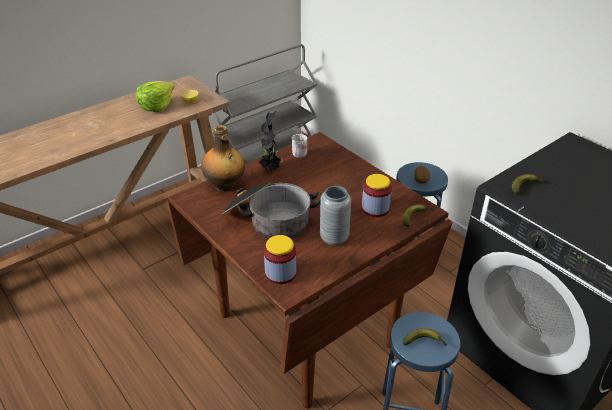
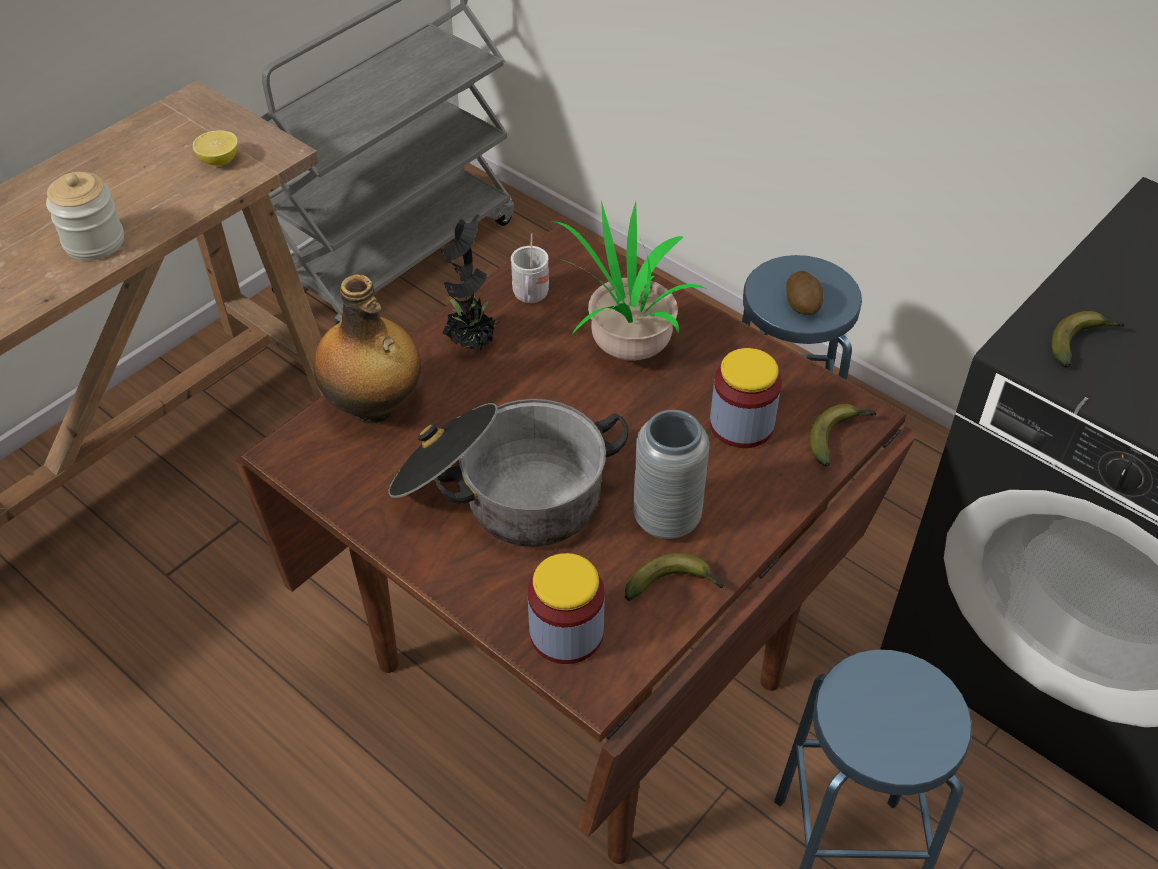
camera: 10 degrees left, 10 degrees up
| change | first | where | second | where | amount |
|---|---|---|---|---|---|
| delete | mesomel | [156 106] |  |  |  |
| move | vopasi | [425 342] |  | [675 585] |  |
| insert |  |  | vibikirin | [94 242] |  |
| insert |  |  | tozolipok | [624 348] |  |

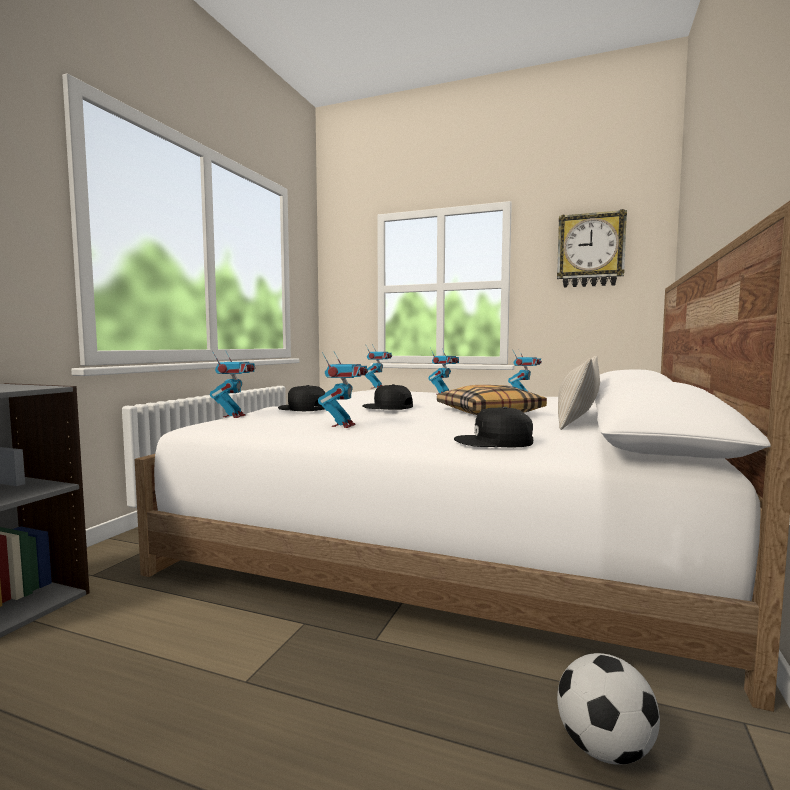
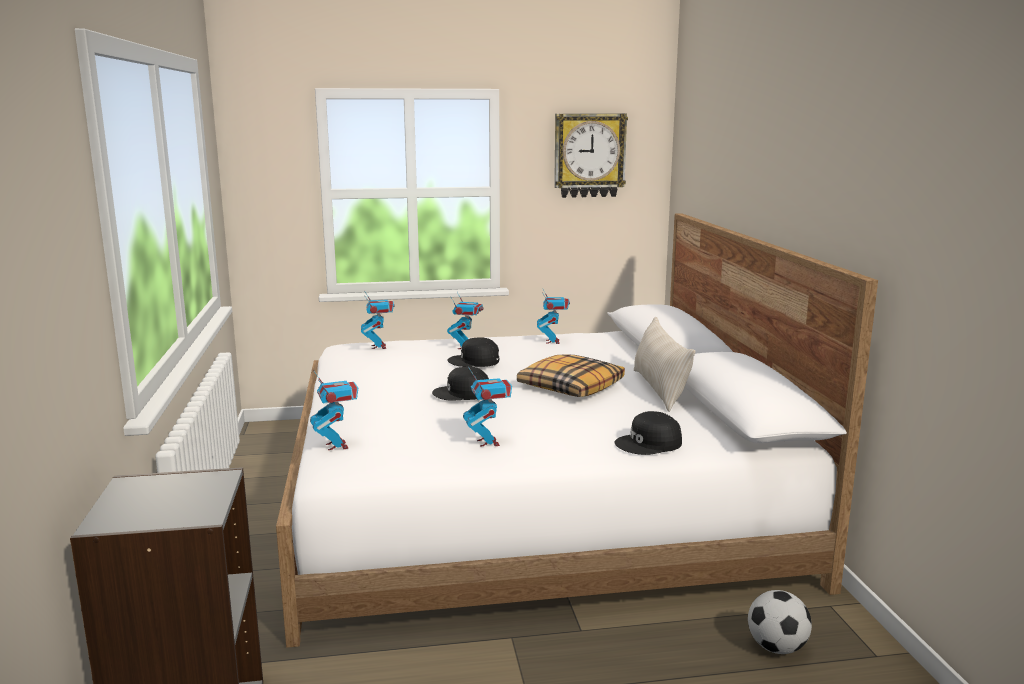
camera: 30 degrees left, 10 degrees up
| change | first | where | second | where | amount |
|---|---|---|---|---|---|
| move | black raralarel | [302 408] |  | [474 361] |  |

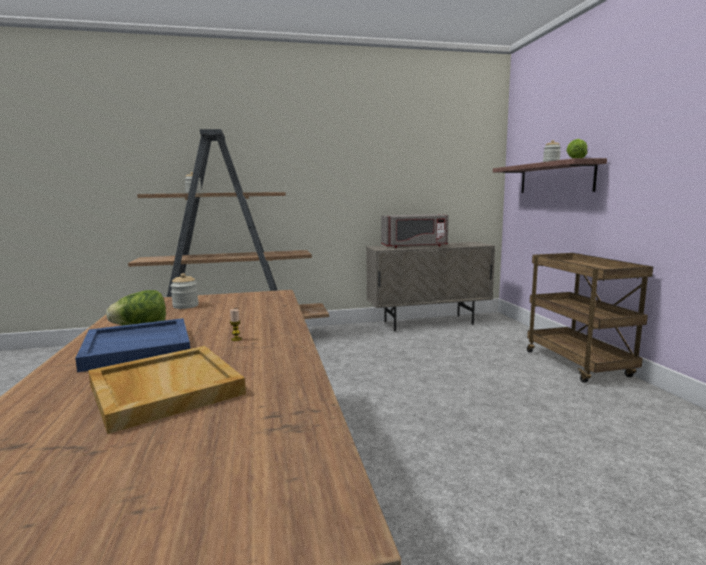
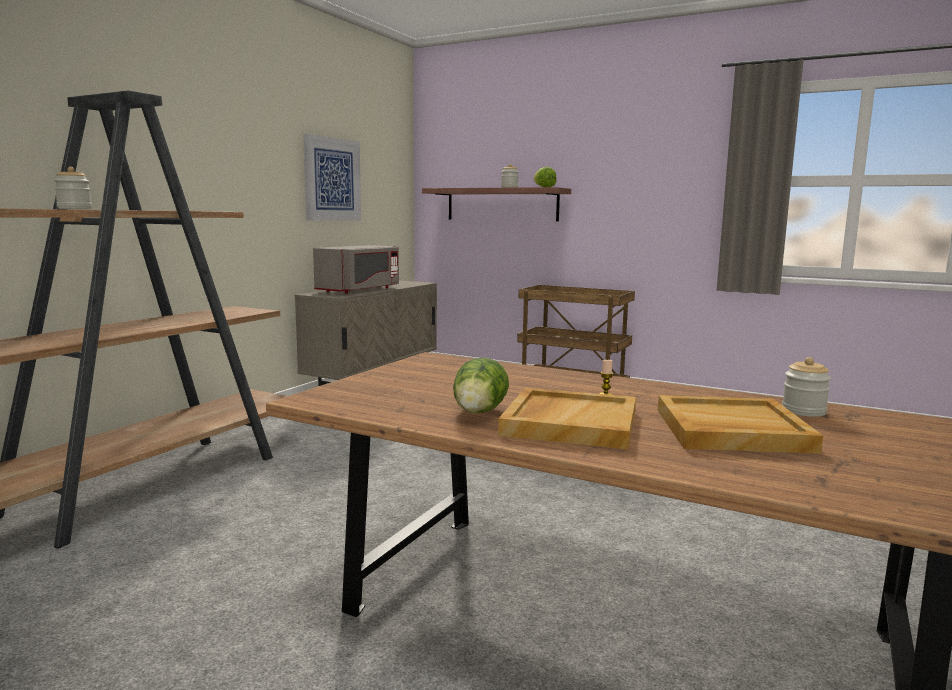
camera: 50 degrees left, 0 degrees up
| change | first | where | second | where | amount |
|---|---|---|---|---|---|
| move | vibikirin | [185 306] |  | [803 411] |  |
| recolor | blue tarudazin | [139 347] | beige tarudazin | [569 422] |  |
| insert |  |  | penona | [332 179] |  |

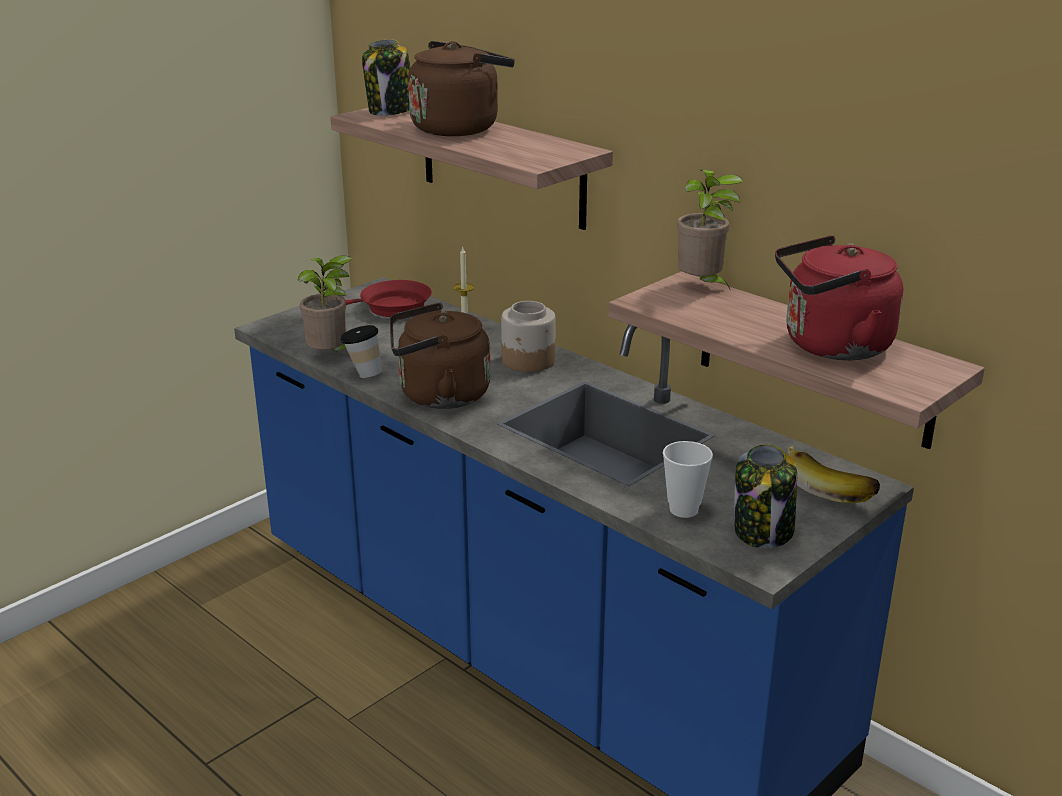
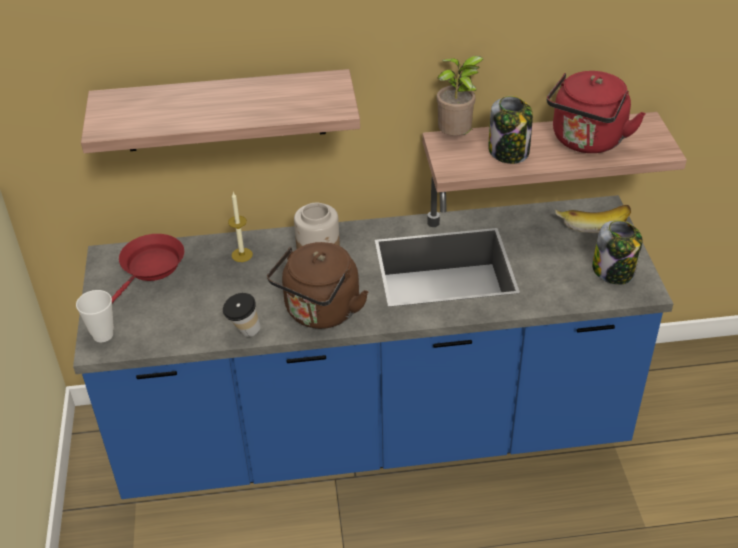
camera: 50 degrees left, 15 degrees up
| change | first | where | second | where | amount |
|---|---|---|---|---|---|
| move | vibikirin | [391 111] |  | [509 152] |  |
| delete | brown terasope | [459 128] |  |  |  |
| delete | tozolipok | [330 356] |  |  |  |
| move | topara | [683 510] |  | [103 335] |  |

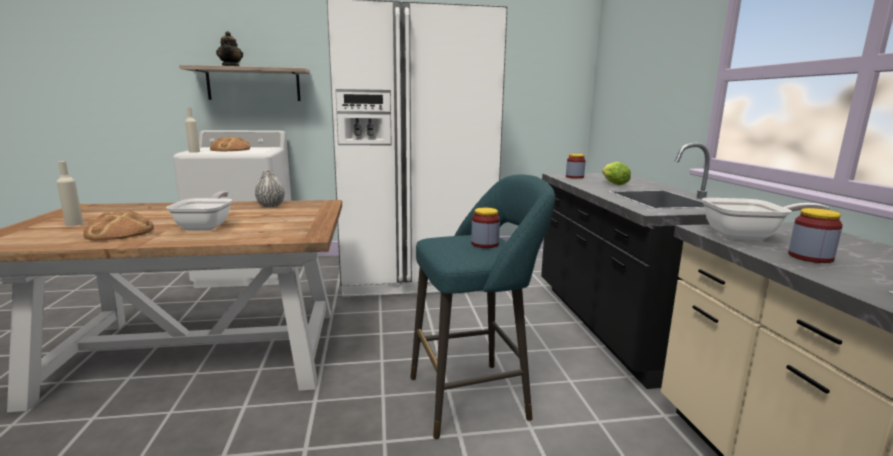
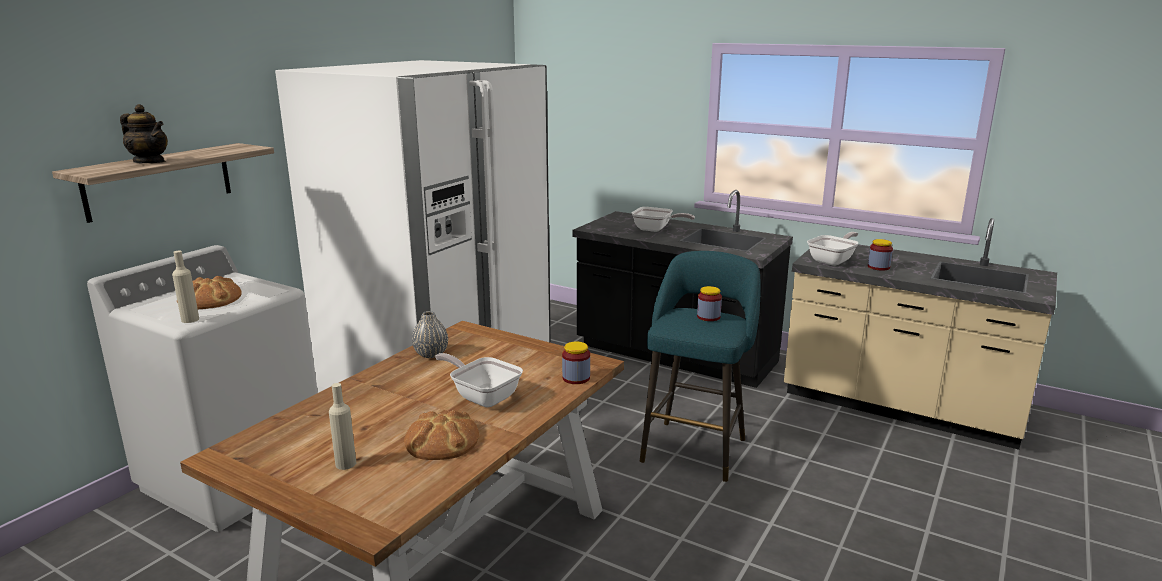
camera: 50 degrees left, 5 degrees up
| change | first | where | second | where | amount |
|---|---|---|---|---|---|
| move | vibikirin | [574 177] |  | [576 378] |  |
| replace | mesomel | [613 184] | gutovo | [656 230] |  |

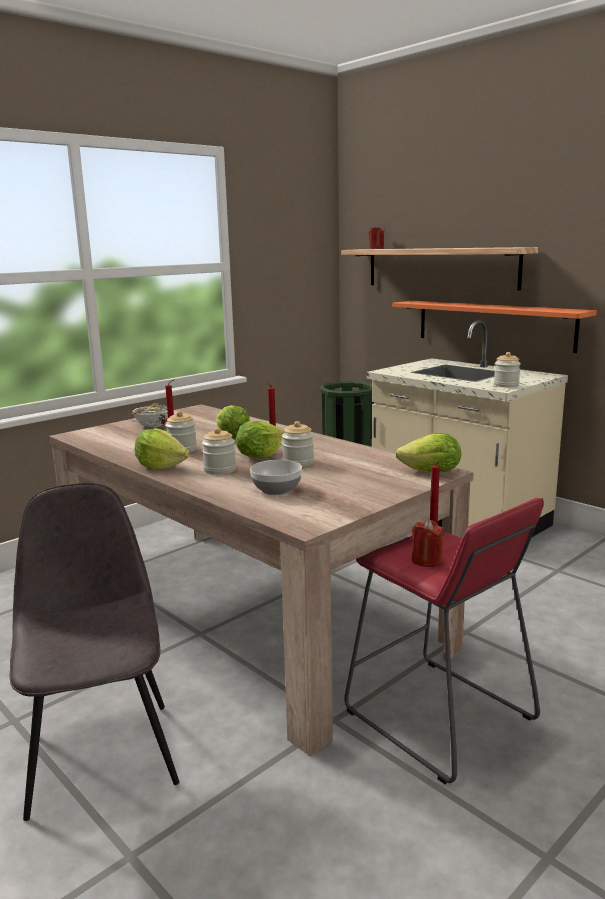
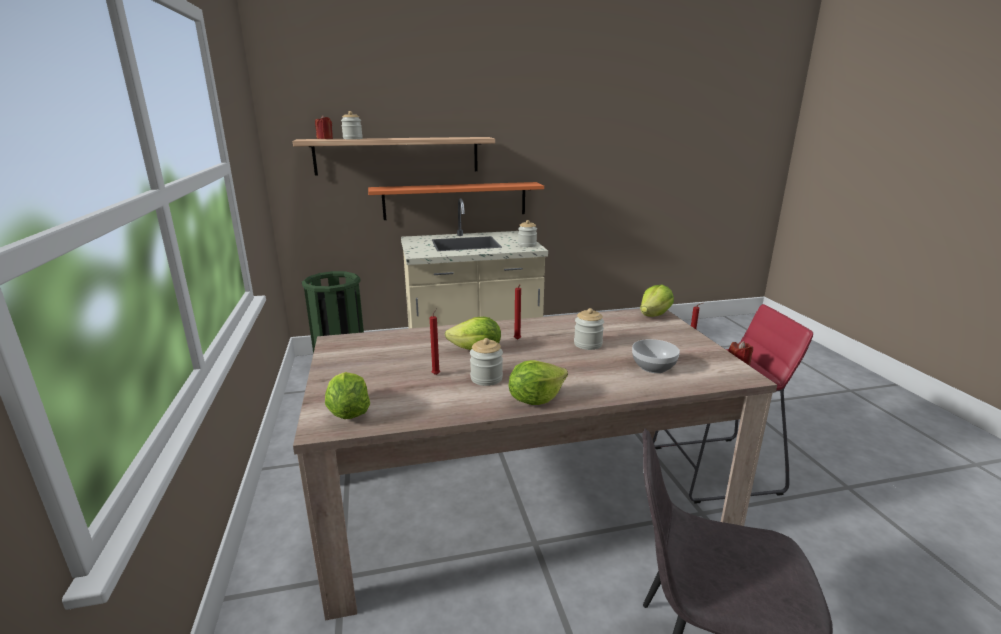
camera: 60 degrees left, 5 degrees up
| change | first | where | second | where | amount |
|---|---|---|---|---|---|
| delete | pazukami | [153 425] |  |  |  |
| move | mesomel | [259 456] |  | [348 412] |  |
| move | vibikirin | [220 470] |  | [352 139] |  |

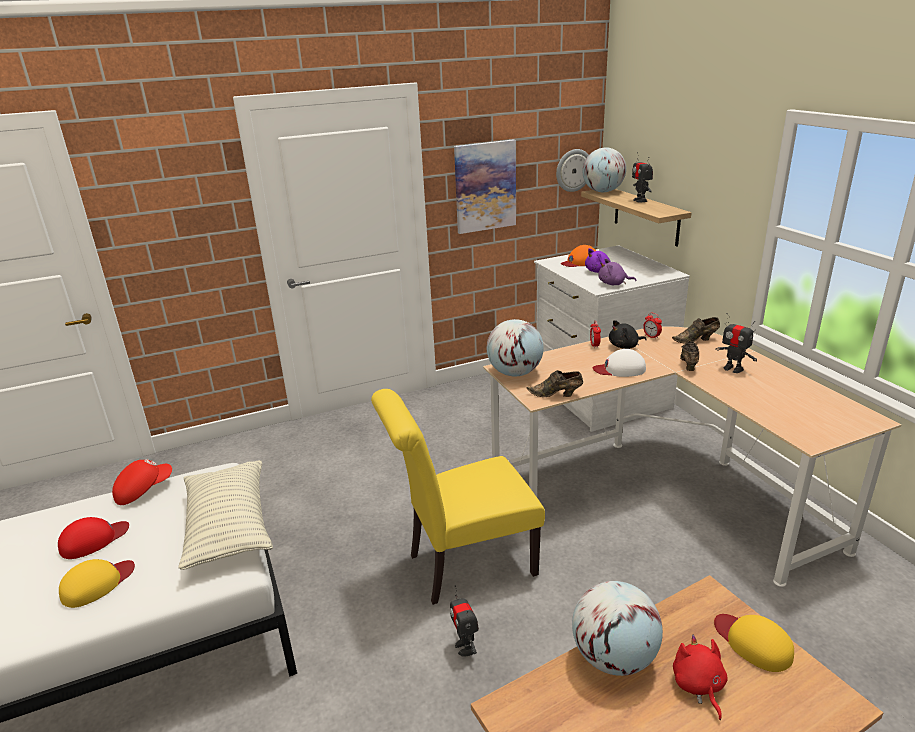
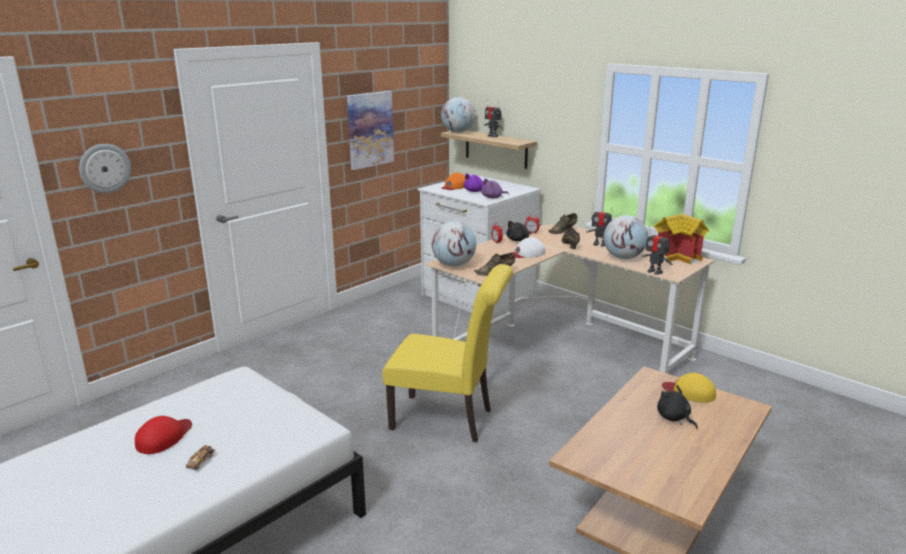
camera: 25 degrees left, 5 degrees down
| change | first | where | second | where | amount |
|---|---|---|---|---|---|
| move | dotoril | [573 170] |  | [104 168] |  |
| rotate | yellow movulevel | [464 566] |  | [448 419] | 120 degrees counterclockwise |
| delete | red raralarel | [143 490] |  |  |  |
| delete | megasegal | [229 527] |  |  |  |
| replace | yellow raralarel | [97 584] | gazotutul | [201 462] |  |
| move | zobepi | [613 657] |  | [623 257] |  |
| move | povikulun | [465 647] |  | [654 272] |  |
| recolor | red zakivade | [698 686] | black zakivade | [674 418] |  |
| insert |  |  | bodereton | [678 257] |  |

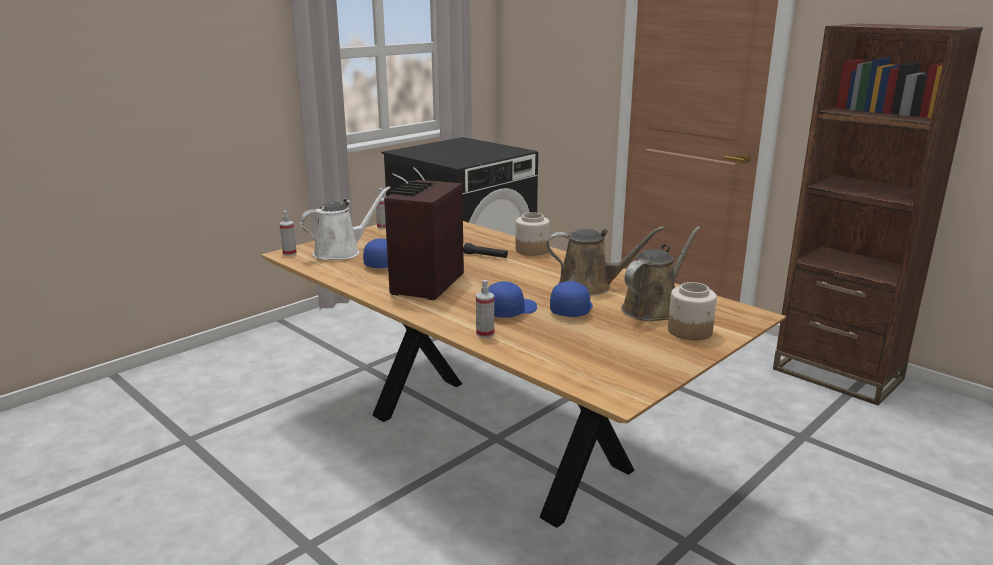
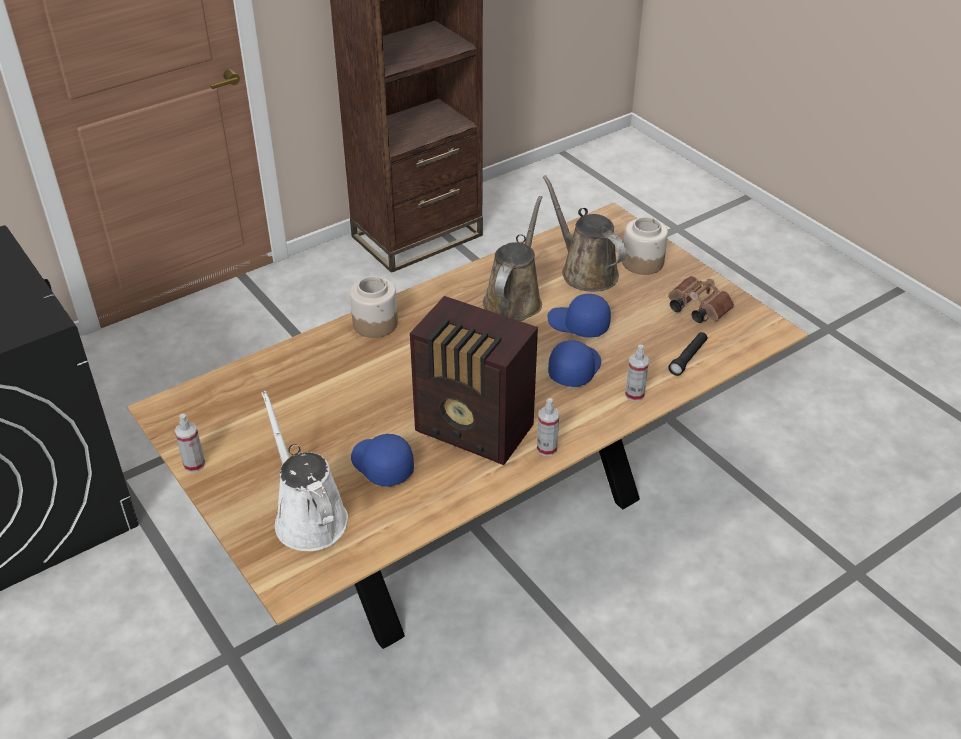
camera: 80 degrees left, 20 degrees up
| change | first | where | second | where | amount |
|---|---|---|---|---|---|
| move | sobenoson | [289 253] |  | [547 448] |  |
| move | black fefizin | [485 256] |  | [688 358] |  |
| rotate | blue raralarel | [510 310] |  | [574 369] | 60 degrees clockwise |
| insert |  |  | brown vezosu | [695 309] |  |

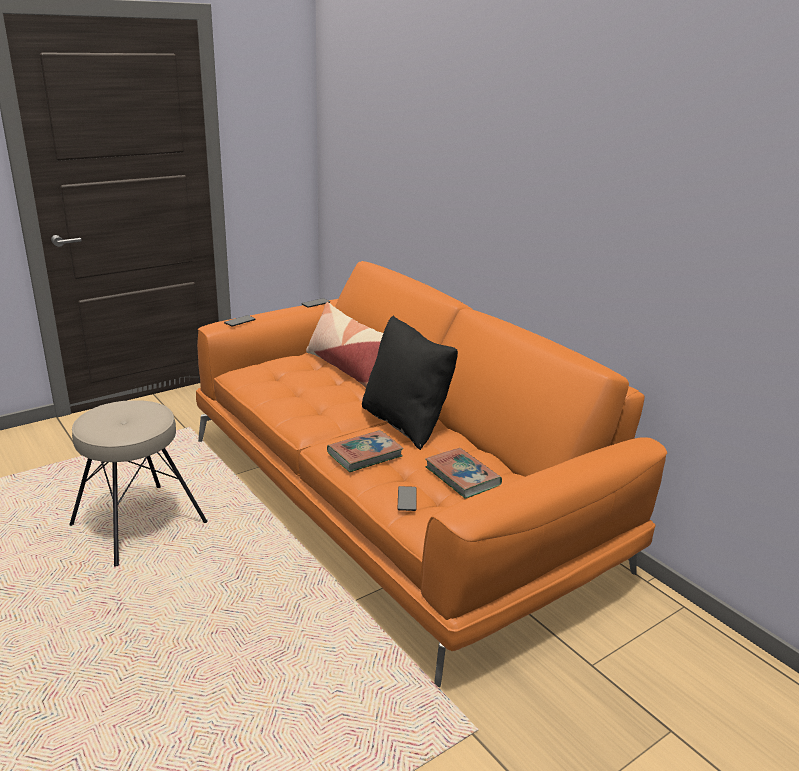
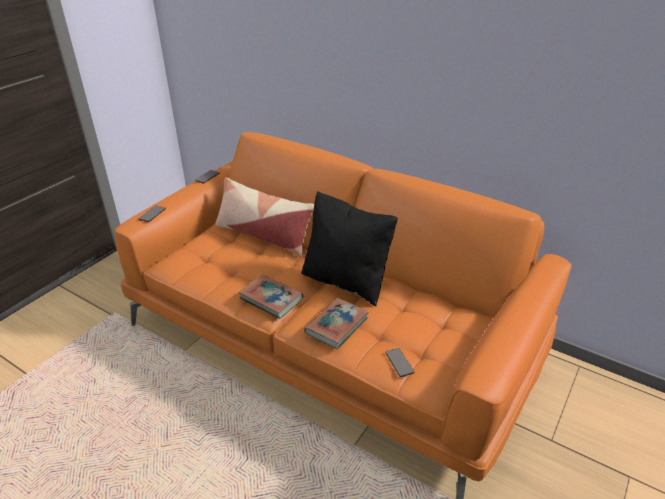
camera: 20 degrees left, 10 degrees up
| change | first | where | second | where | amount |
|---|---|---|---|---|---|
| delete | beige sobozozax | [138 523] |  |  |  |
| move | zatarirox | [462 476] |  | [271 299] |  |

